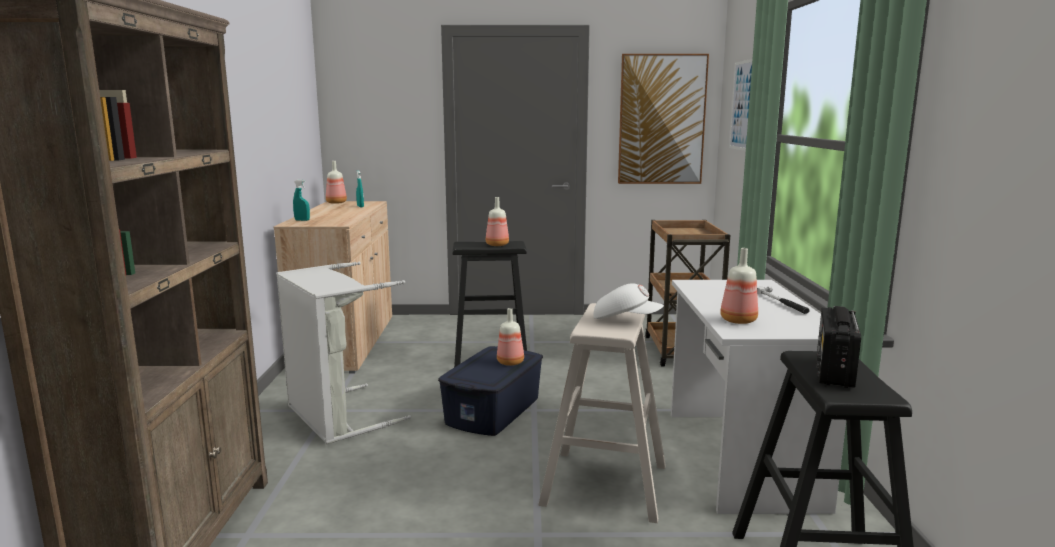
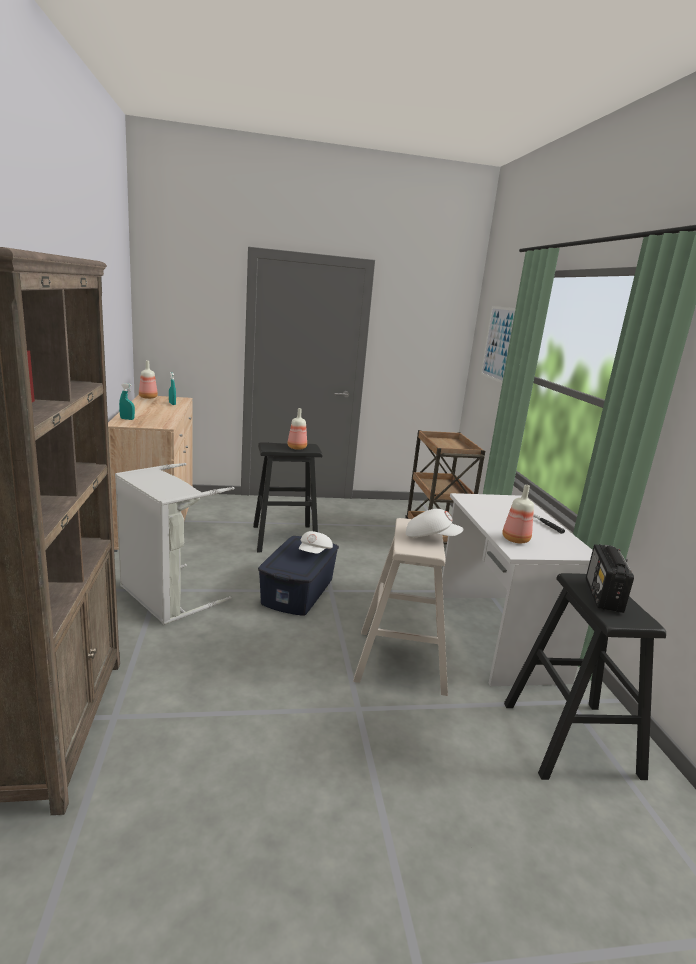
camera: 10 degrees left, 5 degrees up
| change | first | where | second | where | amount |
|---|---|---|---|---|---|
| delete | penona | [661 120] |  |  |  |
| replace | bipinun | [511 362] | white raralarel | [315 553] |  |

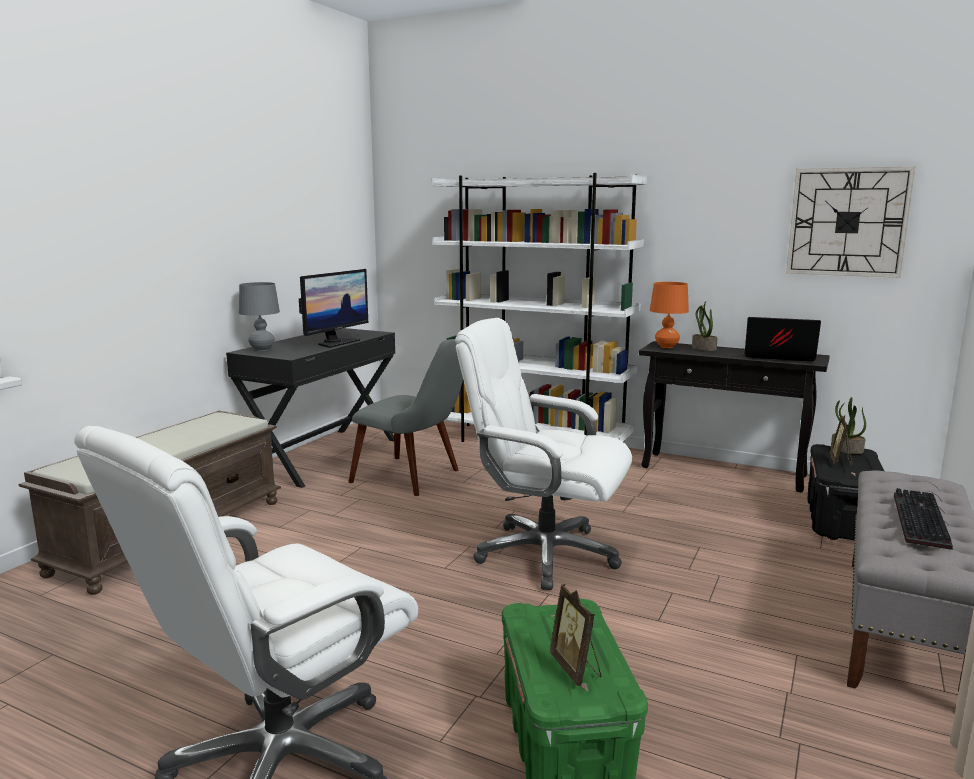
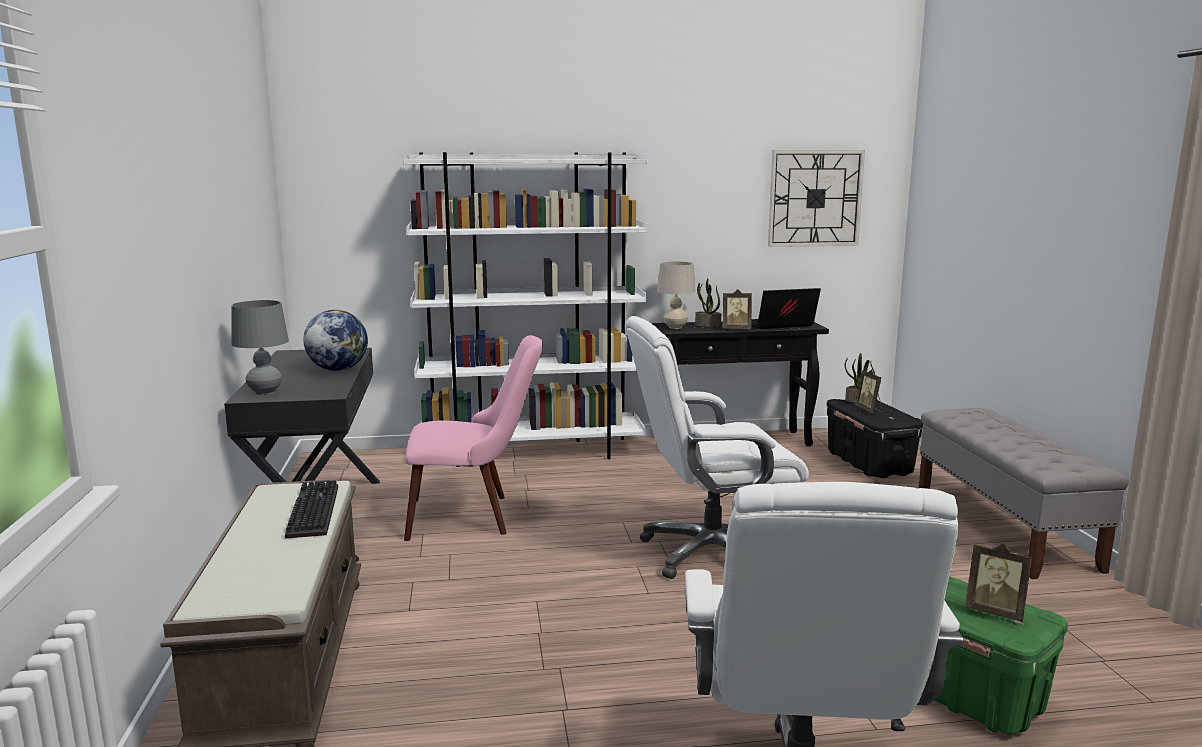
camera: 35 degrees left, 0 degrees up
| change | first | where | second | where | amount |
|---|---|---|---|---|---|
| replace | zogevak | [335 343] | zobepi | [337 369] |  |
| recolor | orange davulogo | [666 347] | beige davulogo | [675 327] |  |
| recolor | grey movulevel | [417 478] | pink movulevel | [474 515] |  |
| move | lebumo | [917 519] |  | [311 511] |  |
| insert |  |  | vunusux | [736 329] |  |

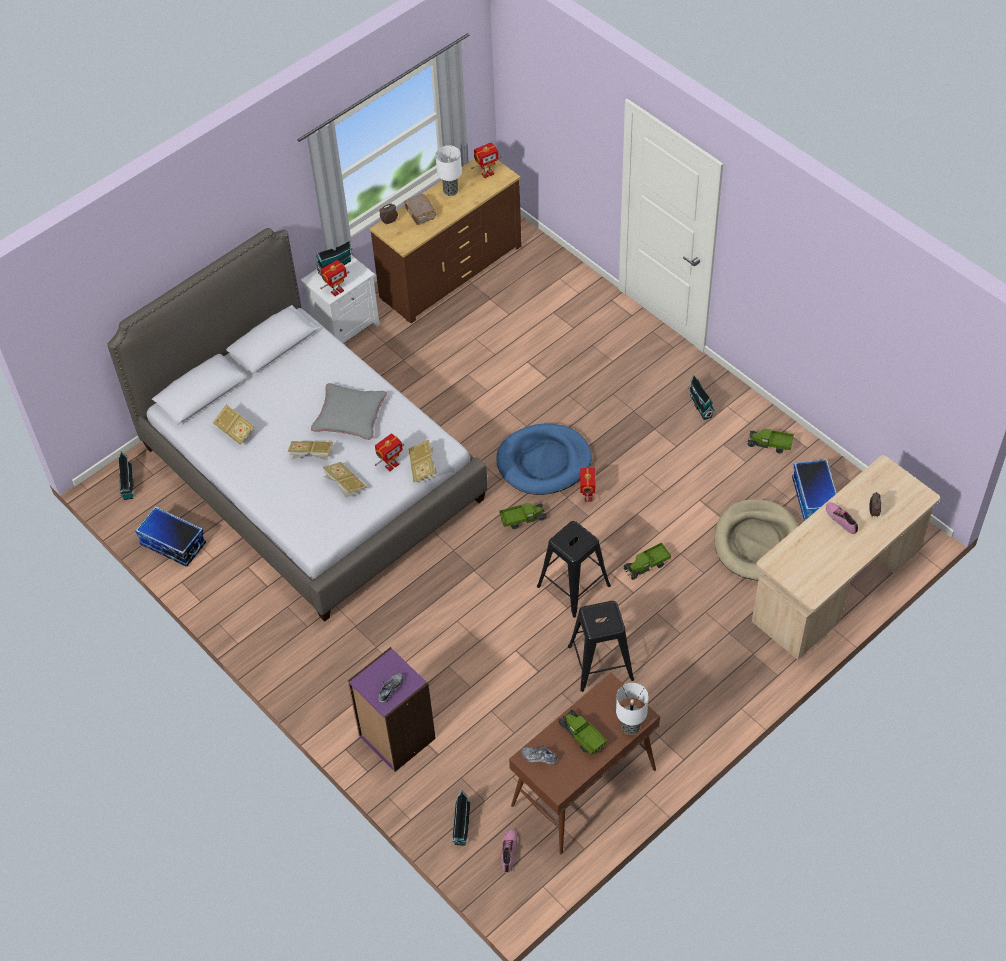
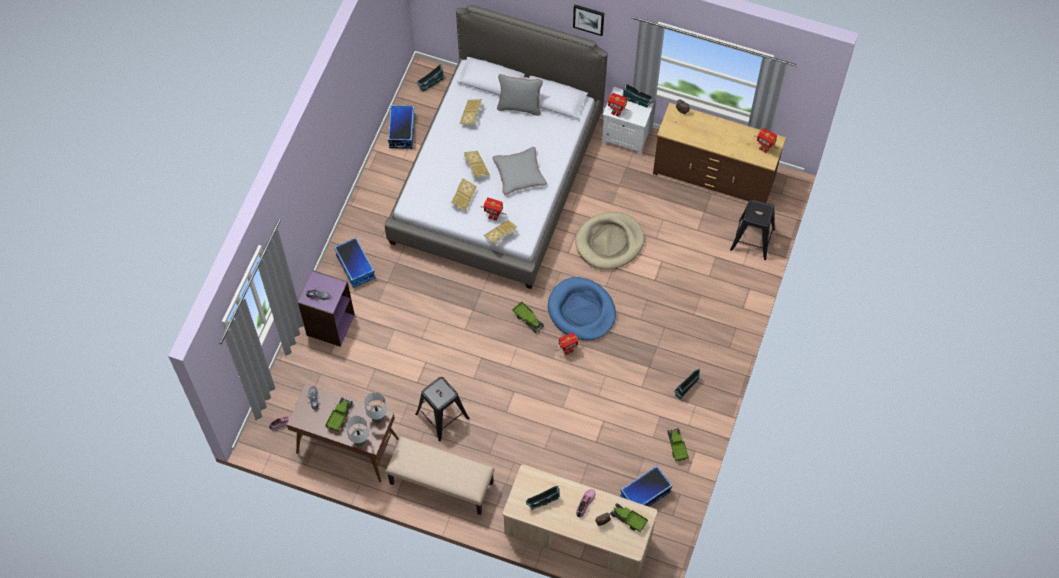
camera: 60 degrees right, 10 degrees up
| change | first | where | second | where | amount |
|---|---|---|---|---|---|
| move | davulogo | [450 191] |  | [377 417] |  |
| delete | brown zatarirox | [420 213] |  |  |  |
| move | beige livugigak | [757 543] |  | [609 242] |  |
| move | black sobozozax | [573 586] |  | [751 239] |  |
| move | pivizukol | [647 565] |  | [628 519] |  |
| move | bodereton | [461 827] |  | [542 501] |  |
| insert |  |  | penona | [588 19] |  |
| insert |  |  | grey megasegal | [519 106] |  |
| insert |  |  | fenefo | [356 267] |  |
| insert |  |  | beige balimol | [441 483] |  |

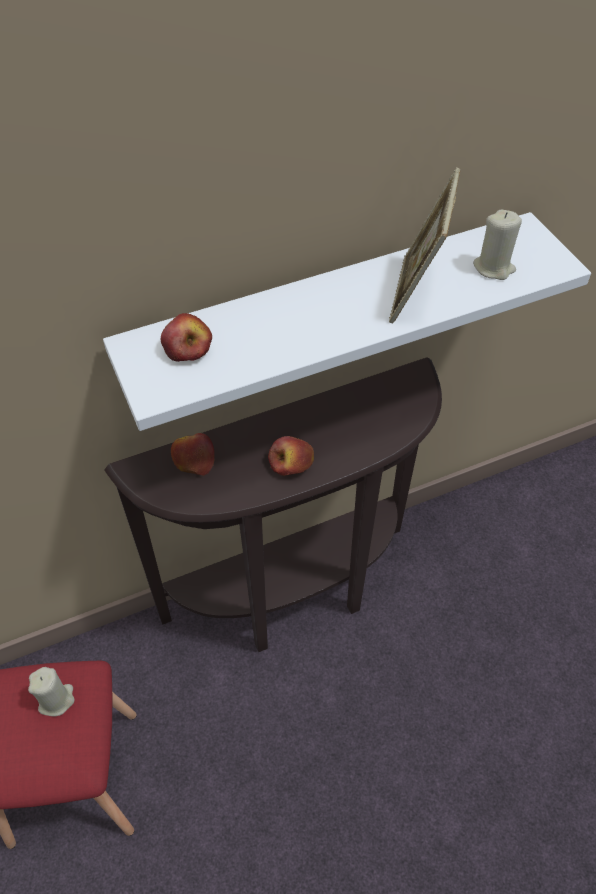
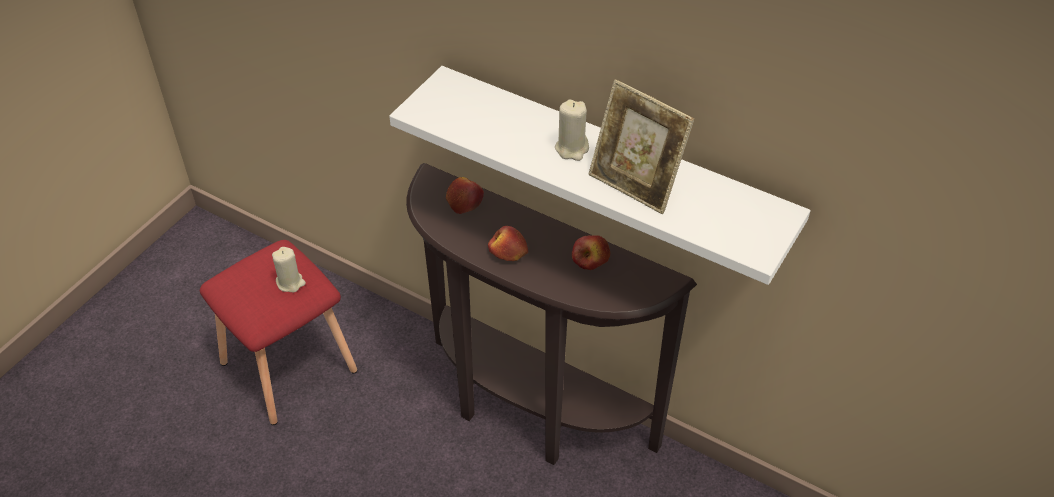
camera: 55 degrees right, 5 degrees down
| change | first | where | second | where | amount |
|---|---|---|---|---|---|
| rotate | vunusux | [416 293] |  | [635 185] | 120 degrees counterclockwise |
| move | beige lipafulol | [493 268] |  | [572 148] |  |
| move | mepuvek | [187 347] |  | [591 259] |  |

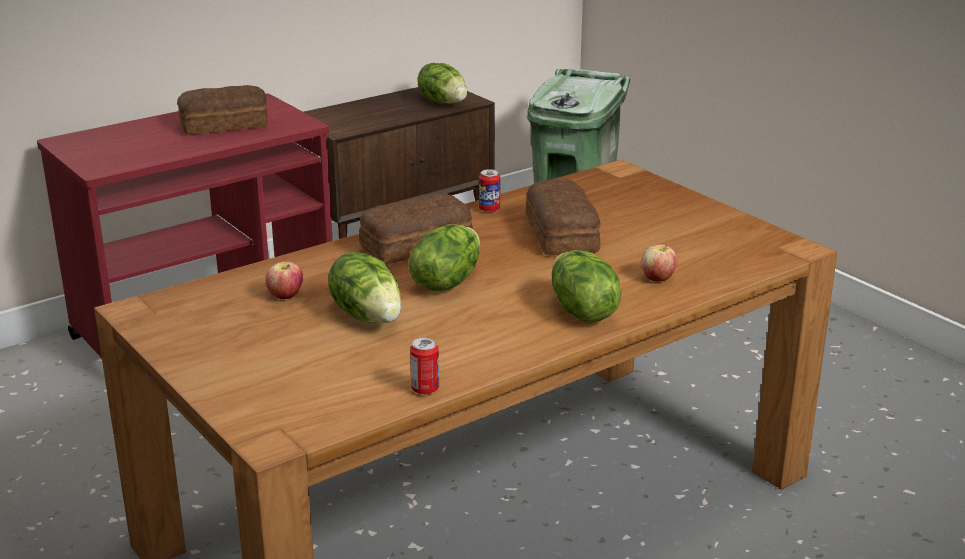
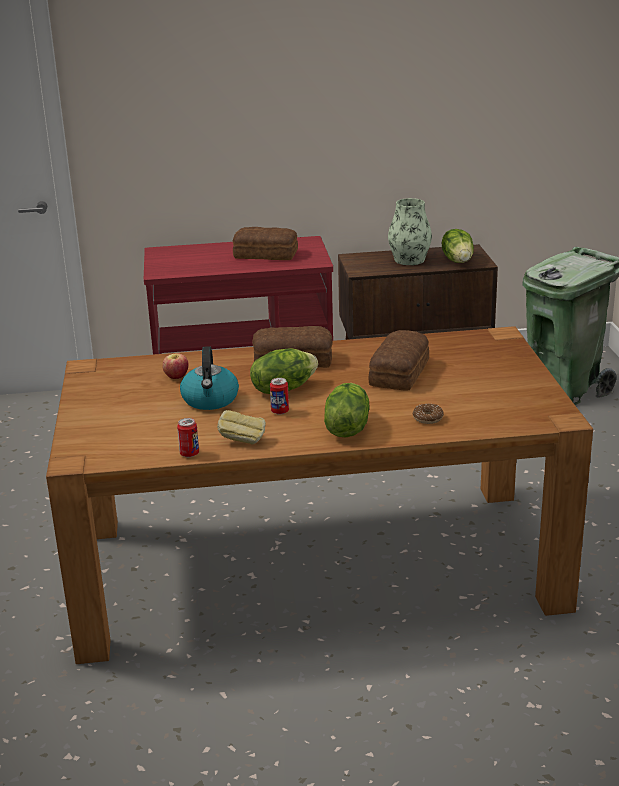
camera: 30 degrees right, 0 degrees up
| change | first | where | second | where | amount |
|---|---|---|---|---|---|
| move | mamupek | [489 209] |  | [280 411] |  |
| replace | mepuvek | [658 278] | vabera | [428 418] |  |
| replace | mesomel | [368 315] | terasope | [210 400] |  |
| insert |  |  | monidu | [409 260] |  |
| insert |  |  | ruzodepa | [242 441] |  |

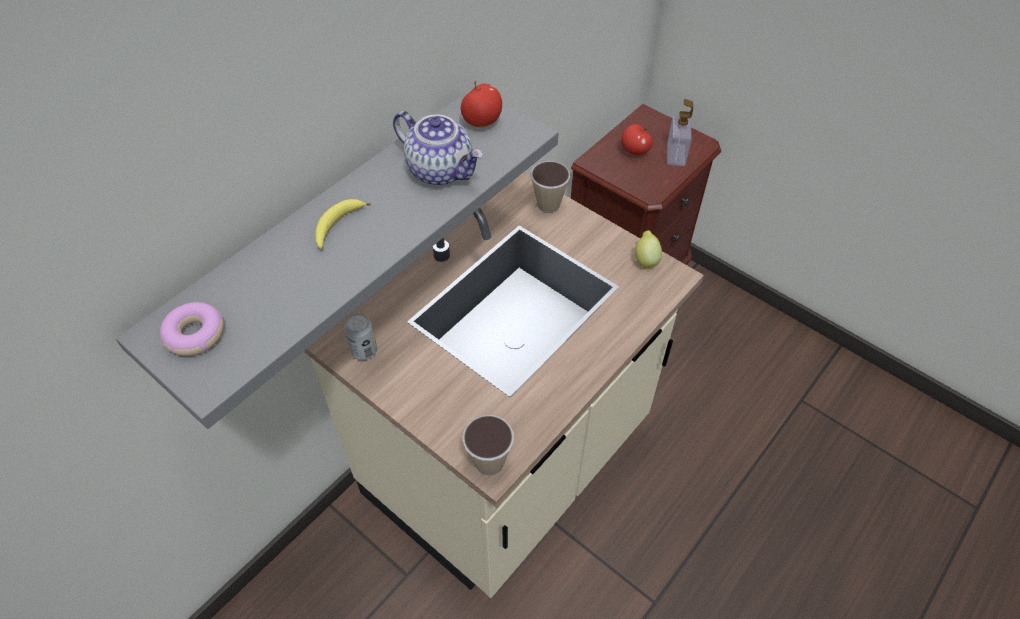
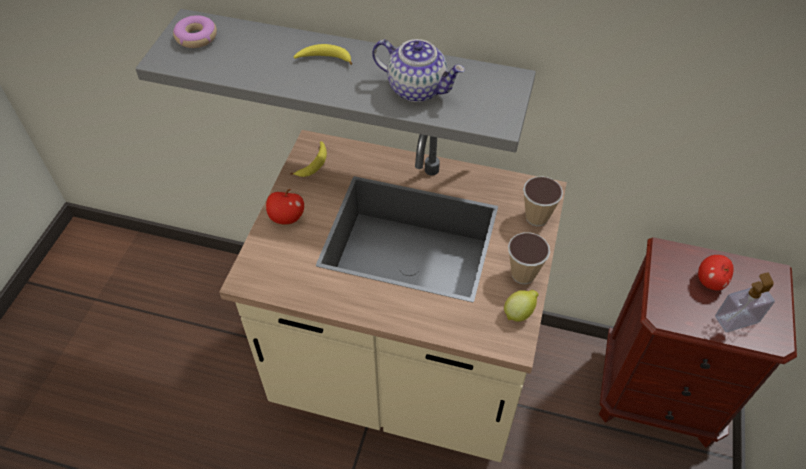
camera: 65 degrees right, 0 degrees up
| change | first | where | second | where | amount |
|---|---|---|---|---|---|
| move | mepuvek | [482 121] |  | [286 218] |  |
| rotate | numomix | [441 170] |  | [417 88] | 75 degrees counterclockwise |
| replace | mamupek | [364 351] | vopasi | [313 163] |  |
| move | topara | [489 462] |  | [523 274] |  |

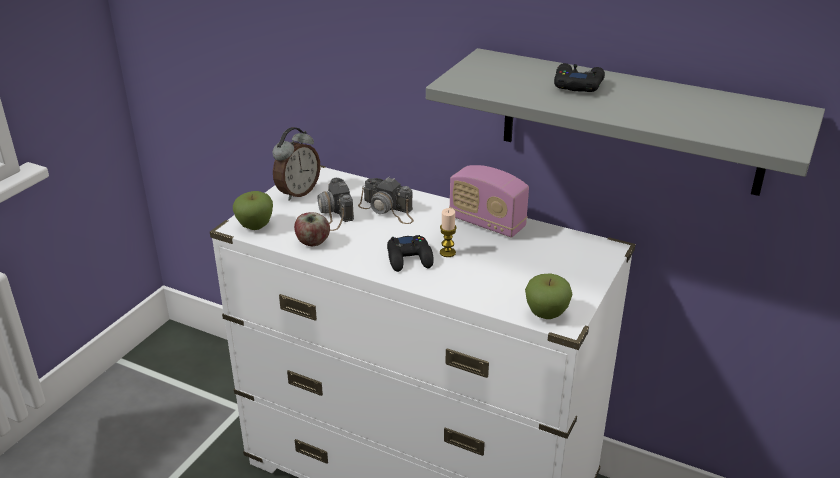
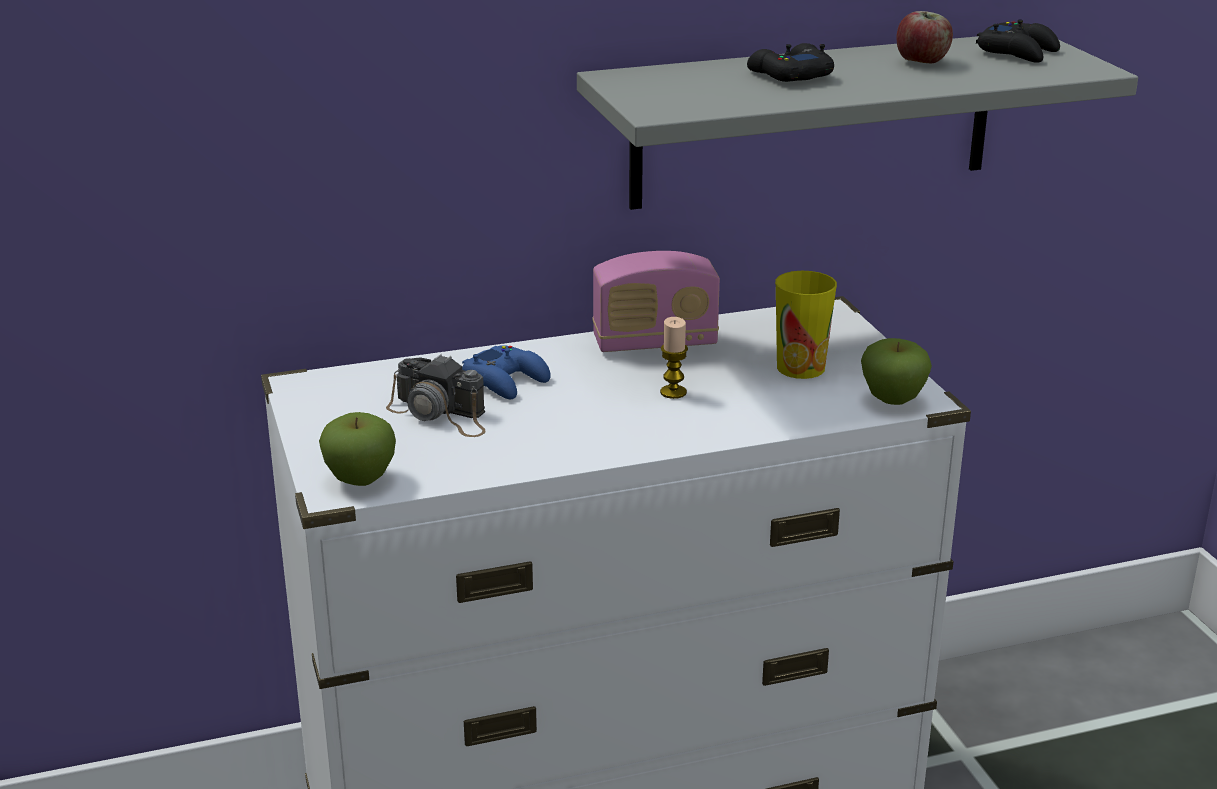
camera: 45 degrees left, 5 degrees down
| change | first | where | second | where | amount |
|---|---|---|---|---|---|
| delete | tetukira | [297 192] |  |  |  |
| replace | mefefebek | [388 210] | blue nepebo | [506 381] |  |
| move | mepuvek | [312 242] |  | [922 62] |  |
| move | black nepebo | [410 259] |  | [1018 52] |  |
| insert |  |  | topara | [800 368] |  |

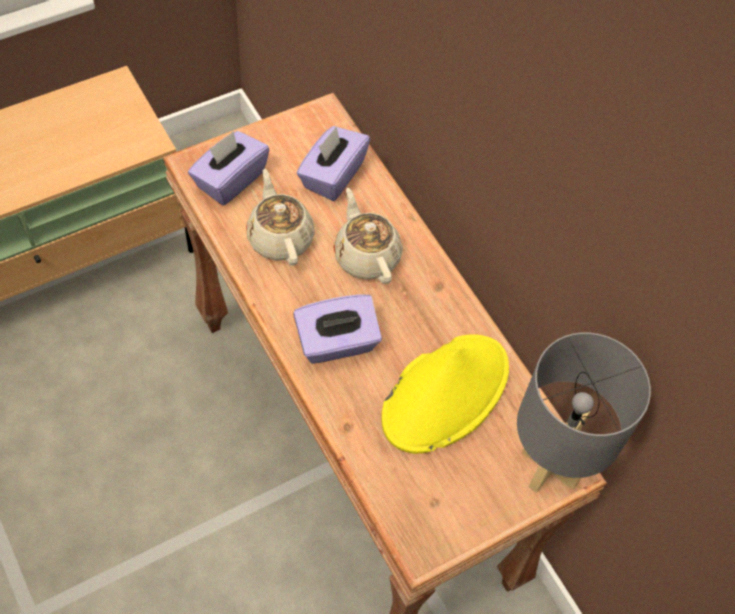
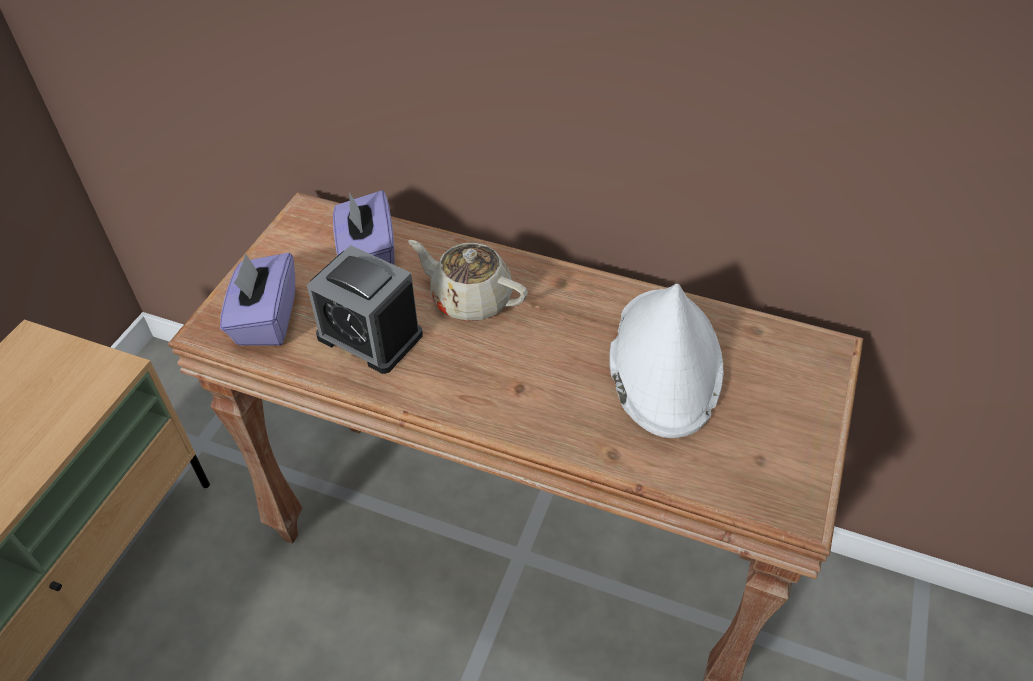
camera: 35 degrees left, 10 degrees down
| change | first | where | second | where | amount |
|---|---|---|---|---|---|
| replace | beige numomix | [280 237] | tetukira | [370 336] |  |
| delete | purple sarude | [337 343] |  |  |  |
| delete | grey davulogo | [548 467] |  |  |  |
| recolor | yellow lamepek | [446 393] | white lamepek | [664 362] |  |

